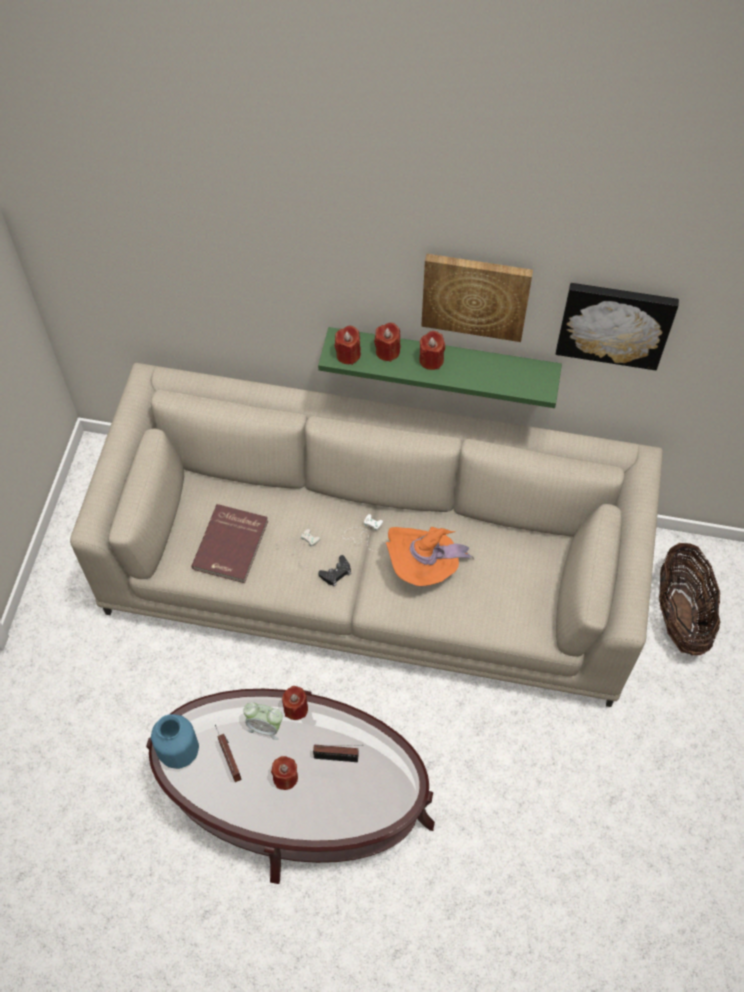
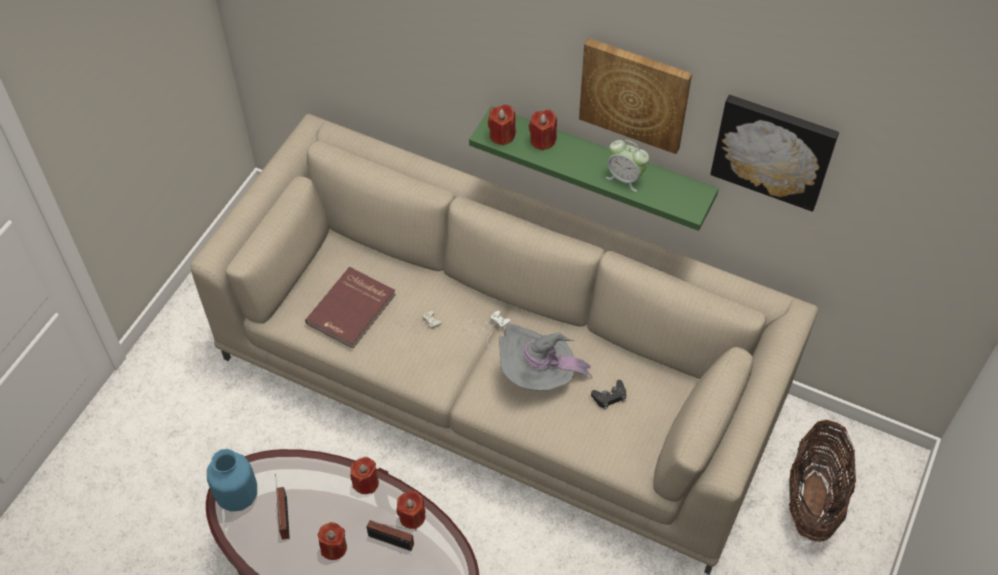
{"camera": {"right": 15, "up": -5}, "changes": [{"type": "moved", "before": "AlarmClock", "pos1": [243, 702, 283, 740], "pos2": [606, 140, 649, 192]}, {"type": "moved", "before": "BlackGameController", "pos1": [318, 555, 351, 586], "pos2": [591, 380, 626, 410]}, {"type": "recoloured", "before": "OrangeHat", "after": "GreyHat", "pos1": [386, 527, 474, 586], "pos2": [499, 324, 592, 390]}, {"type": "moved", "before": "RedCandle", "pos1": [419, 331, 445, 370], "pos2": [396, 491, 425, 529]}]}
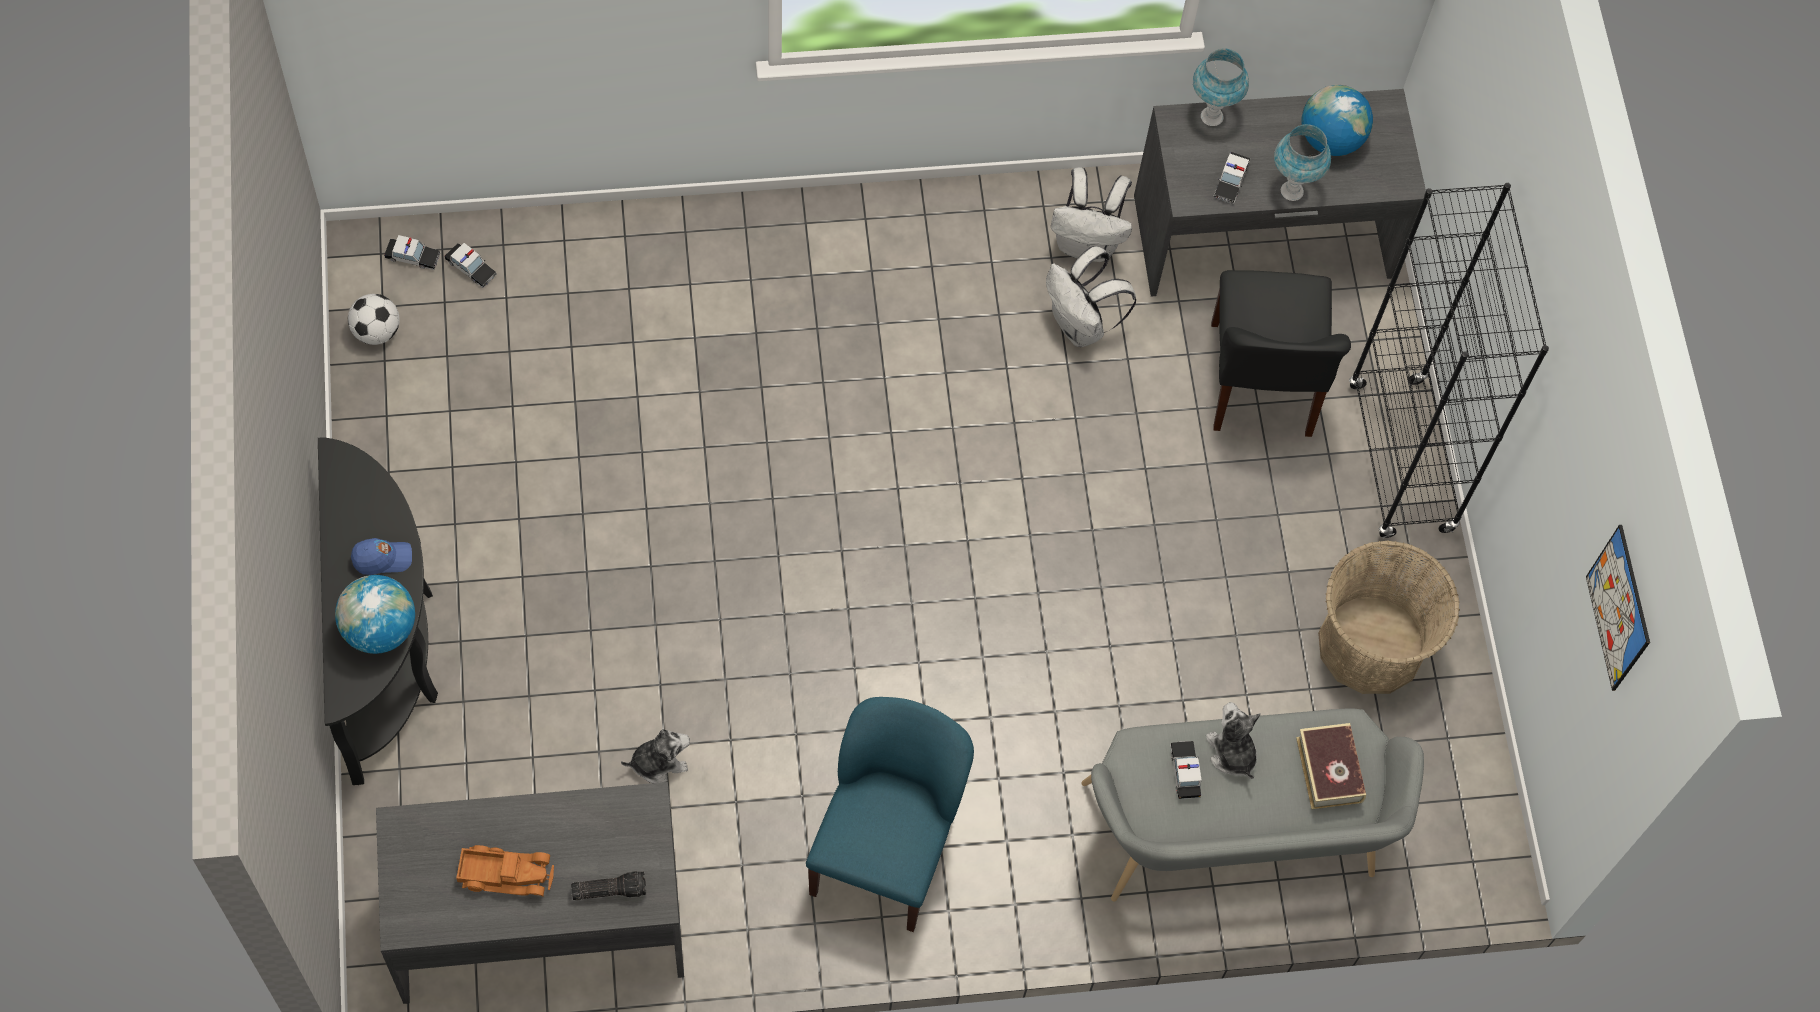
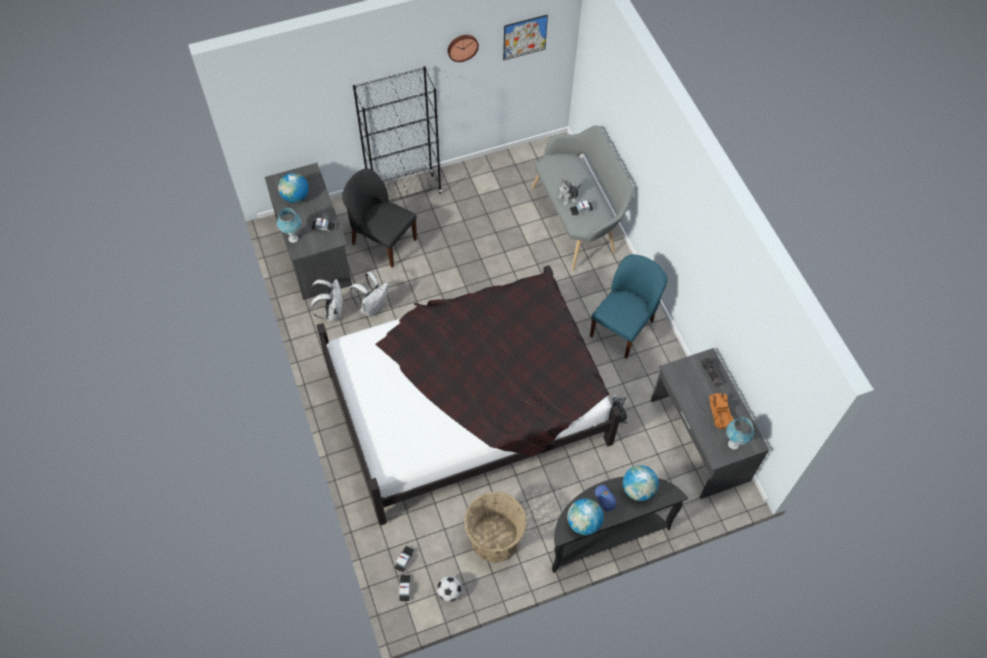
{"camera": {"right": -100, "up": -5}, "changes": [{"type": "turned", "before": "BlueChair", "pos1": [806, 697, 974, 932], "pos2": [590, 254, 667, 359], "turn": 120}, {"type": "turned", "before": "BlackChair", "pos1": [1211, 270, 1351, 437], "pos2": [342, 169, 417, 268], "turn": -135}, {"type": "moved", "before": "BlueTableLamp", "pos1": [1274, 124, 1331, 201], "pos2": [726, 417, 754, 450]}, {"type": "removed", "before": "Book", "pos1": [1296, 723, 1366, 809]}, {"type": "moved", "before": "Basket", "pos1": [1318, 540, 1460, 694], "pos2": [464, 492, 527, 563]}, {"type": "added", "after": "BlackBed", "pos2": [316, 265, 621, 526]}, {"type": "added", "after": "WallClock", "pos2": [448, 35, 479, 62]}, {"type": "added", "after": "Globe", "pos2": [567, 498, 604, 535]}]}
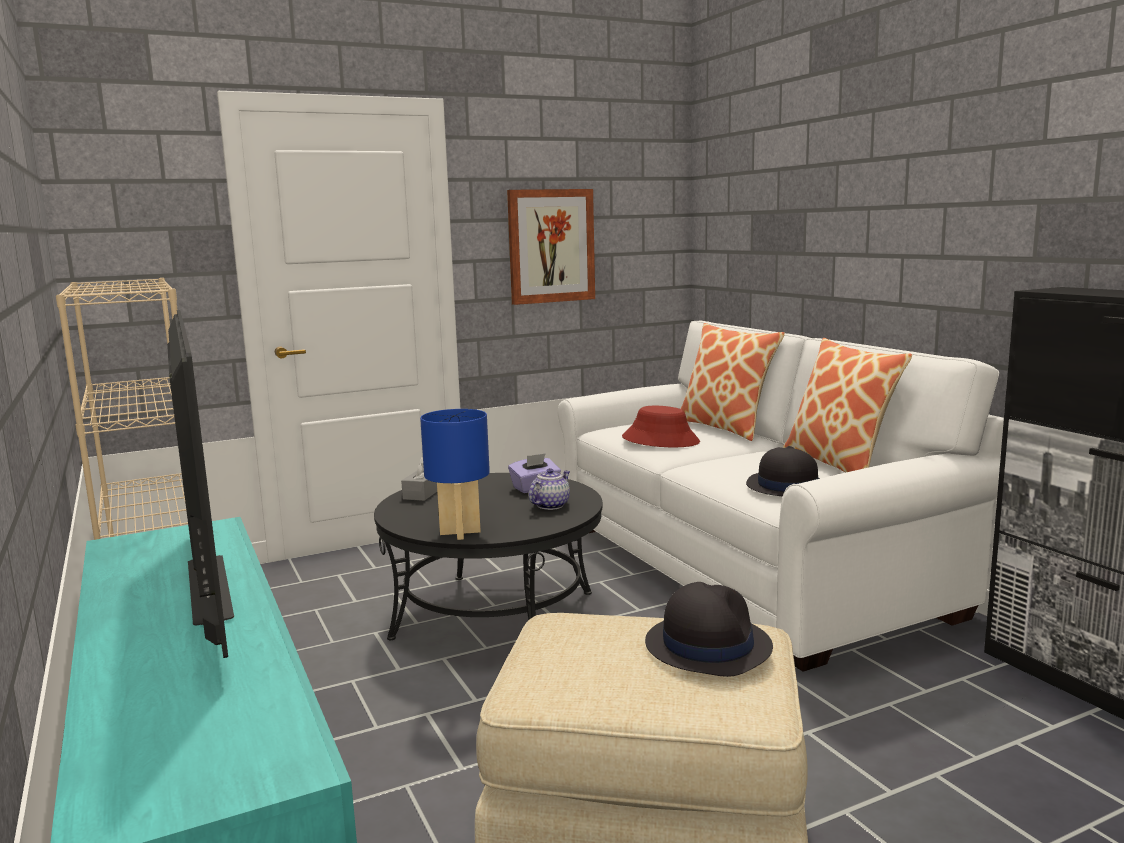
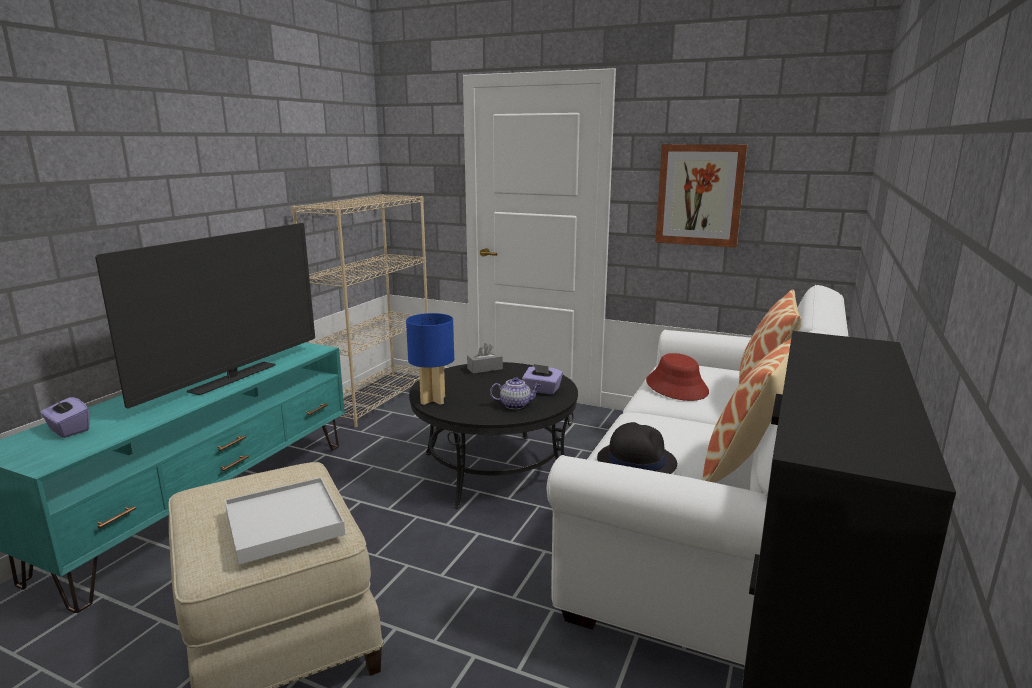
{"camera": {"right": 50, "up": 5}, "changes": [{"type": "replaced", "before": "BlackHat", "after": "WhiteTray", "pos1": [645, 582, 773, 677], "pos2": [225, 477, 345, 565]}, {"type": "added", "after": "PurpleTissueBox", "pos2": [40, 396, 90, 438]}]}
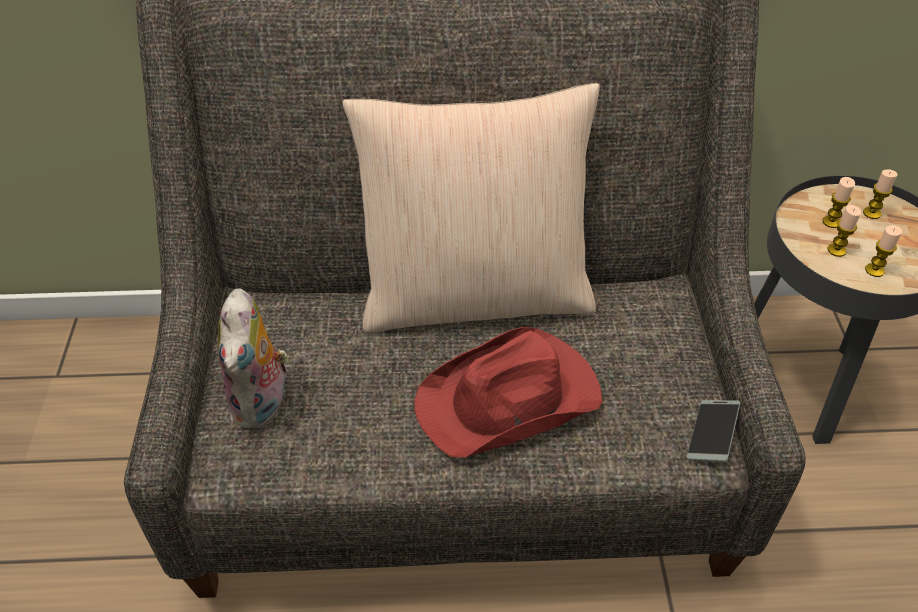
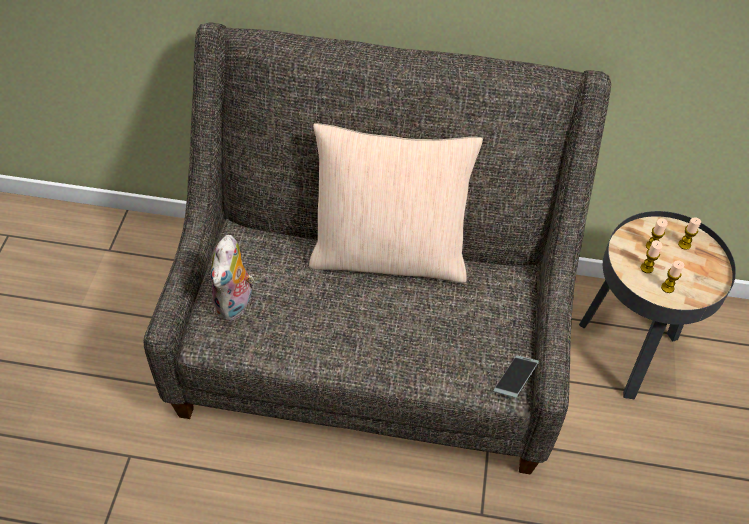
{"camera": {"right": 10, "up": 5}, "changes": [{"type": "removed", "before": "RedHat", "pos1": [414, 327, 603, 458]}]}
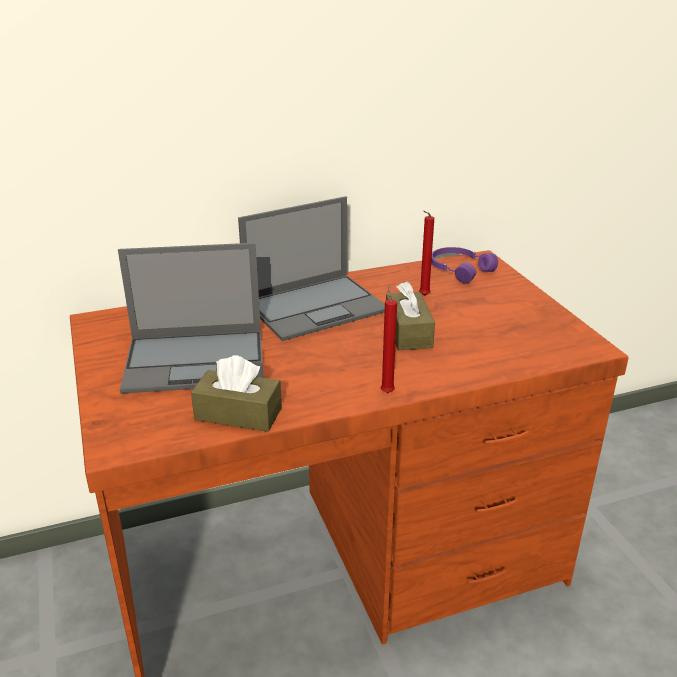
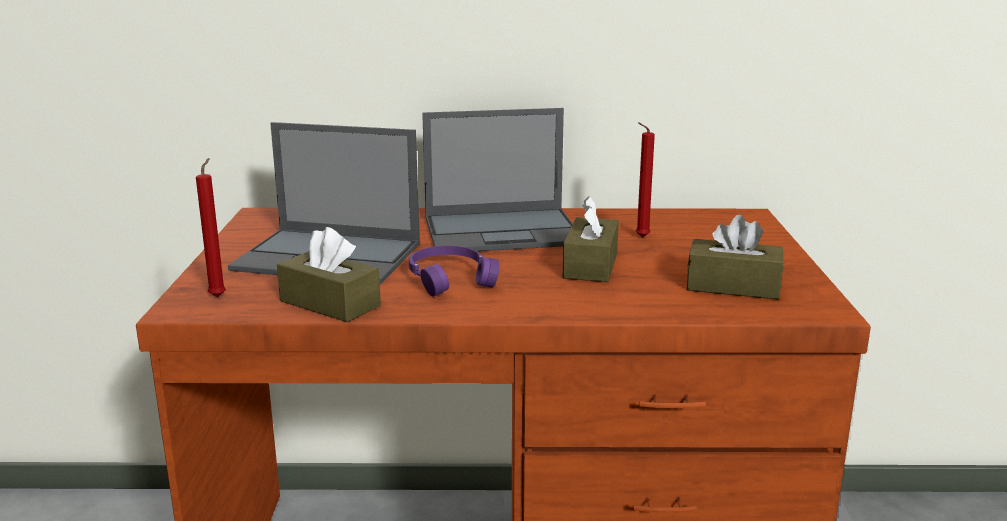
{"camera": {"right": 20, "up": -10}, "changes": [{"type": "moved", "before": "RedCandle", "pos1": [381, 285, 397, 393], "pos2": [196, 158, 226, 297]}, {"type": "moved", "before": "PurpleHeadphones", "pos1": [431, 247, 498, 283], "pos2": [409, 246, 499, 297]}, {"type": "added", "after": "BrownTissueBox", "pos2": [687, 215, 783, 299]}]}
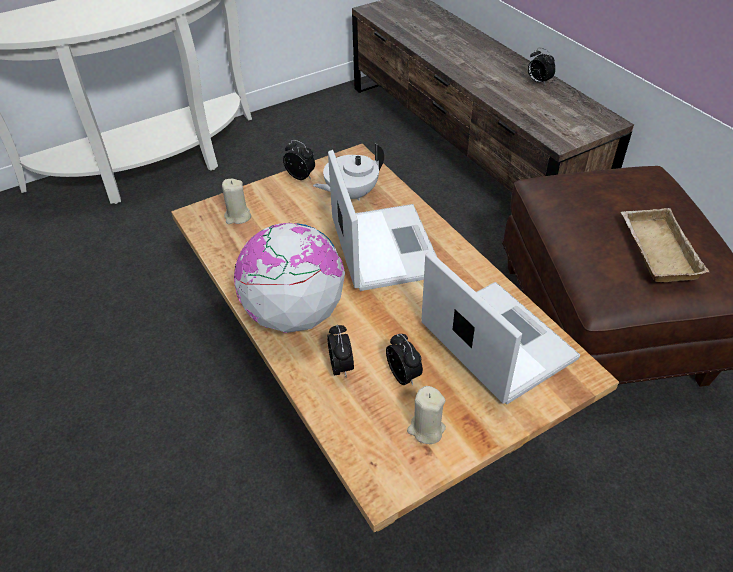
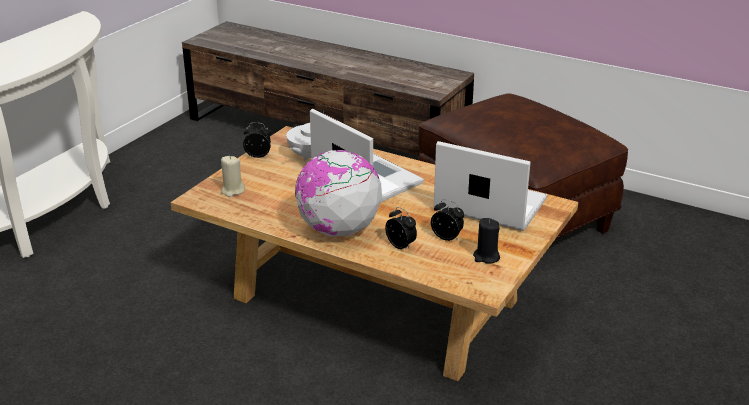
{"camera": {"right": -30, "up": -15}, "changes": [{"type": "recoloured", "before": "BeigeCandle", "after": "BlackCandle", "pos1": [407, 386, 446, 444], "pos2": [473, 218, 500, 264]}, {"type": "removed", "before": "AlarmClock", "pos1": [528, 48, 556, 86]}, {"type": "removed", "before": "BeigeTray", "pos1": [621, 208, 709, 282]}]}
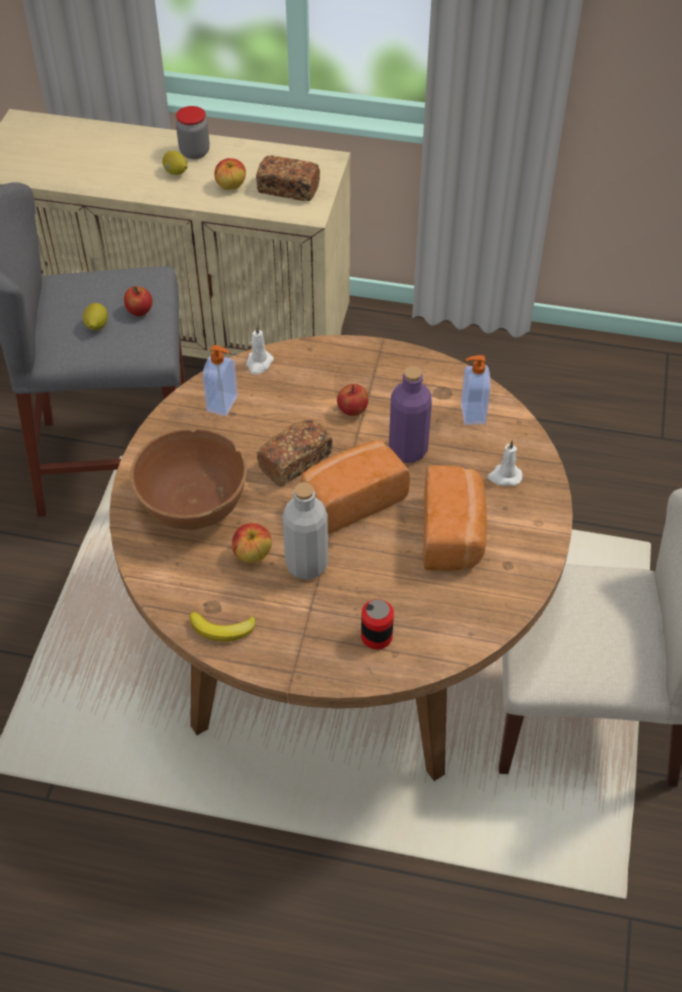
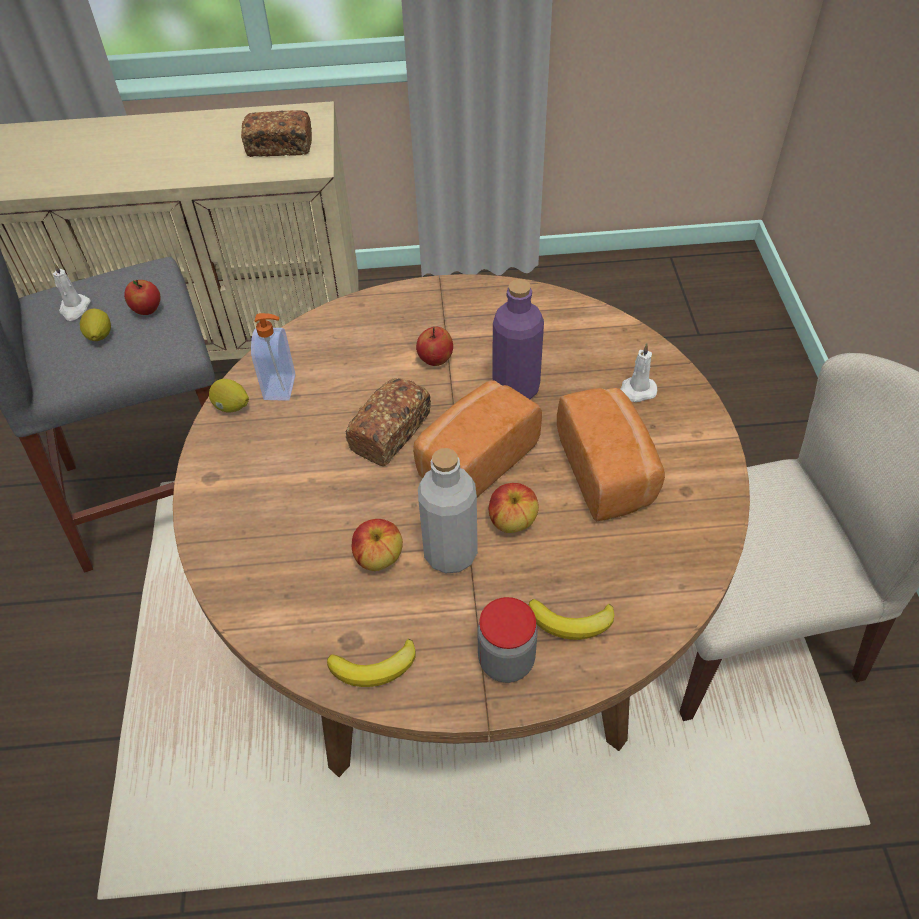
{"camera": {"right": -15, "up": 0}, "changes": [{"type": "removed", "before": "BrownBowl", "pos1": [130, 428, 247, 530]}, {"type": "moved", "before": "Lemon", "pos1": [162, 151, 187, 175], "pos2": [209, 379, 249, 413]}, {"type": "moved", "before": "Jar", "pos1": [176, 106, 210, 159], "pos2": [477, 597, 538, 683]}, {"type": "moved", "before": "Apple", "pos1": [214, 158, 246, 190], "pos2": [489, 483, 539, 533]}, {"type": "moved", "before": "WhiteCandle", "pos1": [246, 326, 274, 375], "pos2": [53, 263, 91, 321]}, {"type": "replaced", "before": "Can", "after": "Banana", "pos1": [361, 599, 394, 649], "pos2": [528, 599, 614, 640]}, {"type": "removed", "before": "SoapDispenser", "pos1": [461, 355, 491, 425]}]}
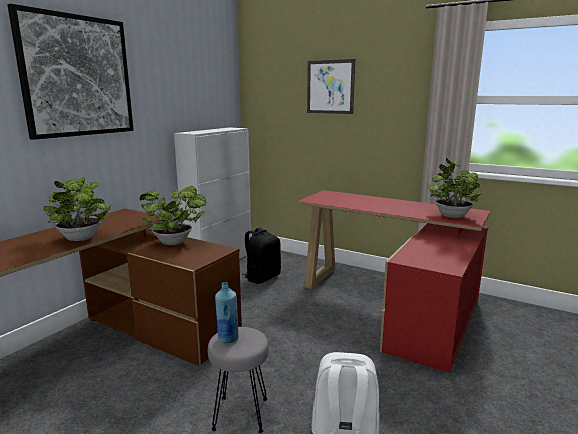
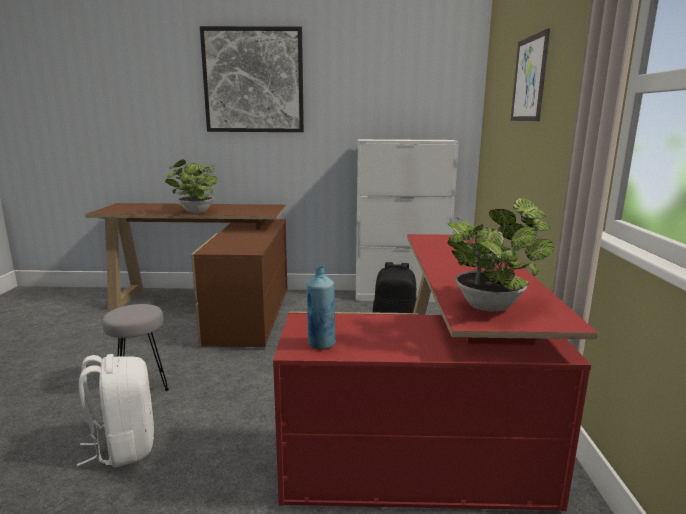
{"camera": {"right": 60, "up": 0}, "changes": [{"type": "removed", "before": "PottedPlant", "pos1": [140, 186, 206, 245]}, {"type": "moved", "before": "BlueBottle", "pos1": [215, 282, 239, 343], "pos2": [306, 266, 336, 349]}]}
